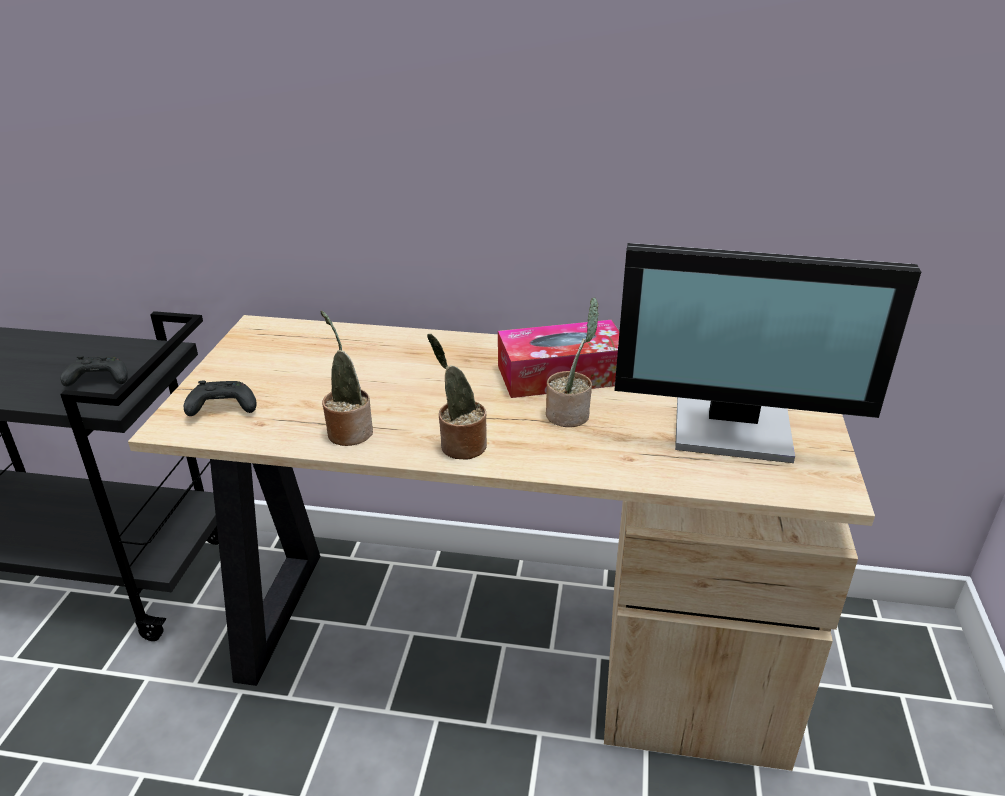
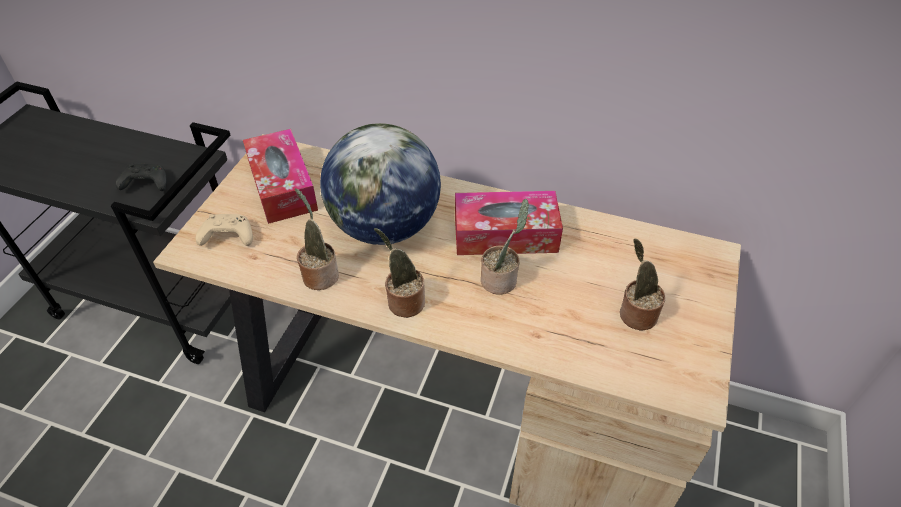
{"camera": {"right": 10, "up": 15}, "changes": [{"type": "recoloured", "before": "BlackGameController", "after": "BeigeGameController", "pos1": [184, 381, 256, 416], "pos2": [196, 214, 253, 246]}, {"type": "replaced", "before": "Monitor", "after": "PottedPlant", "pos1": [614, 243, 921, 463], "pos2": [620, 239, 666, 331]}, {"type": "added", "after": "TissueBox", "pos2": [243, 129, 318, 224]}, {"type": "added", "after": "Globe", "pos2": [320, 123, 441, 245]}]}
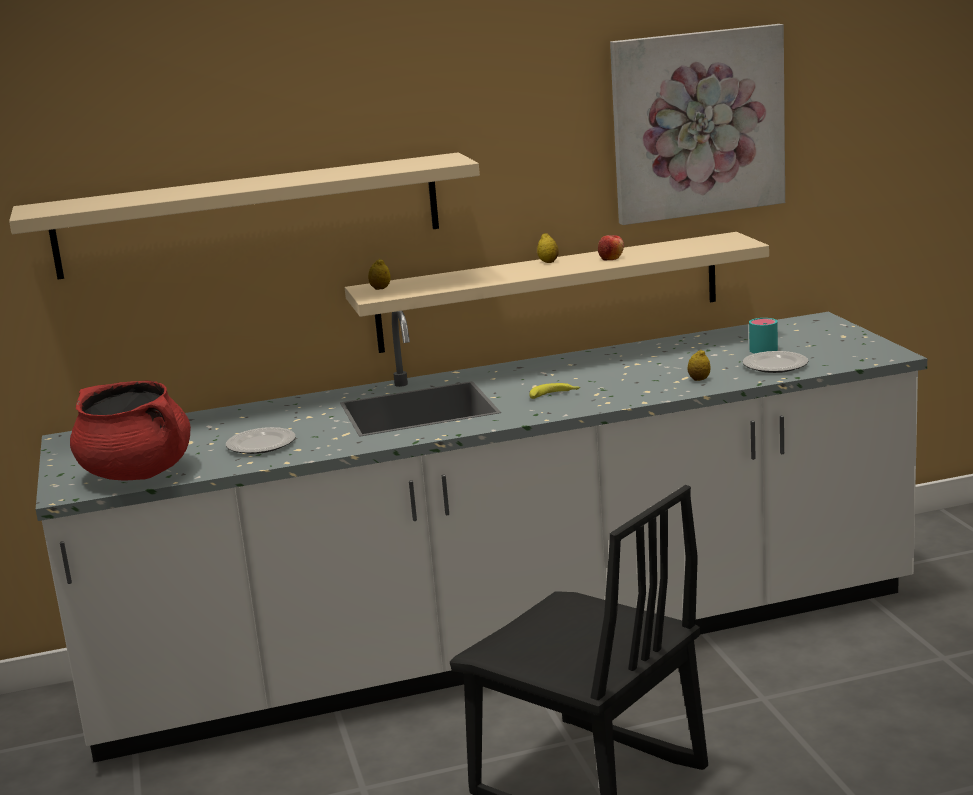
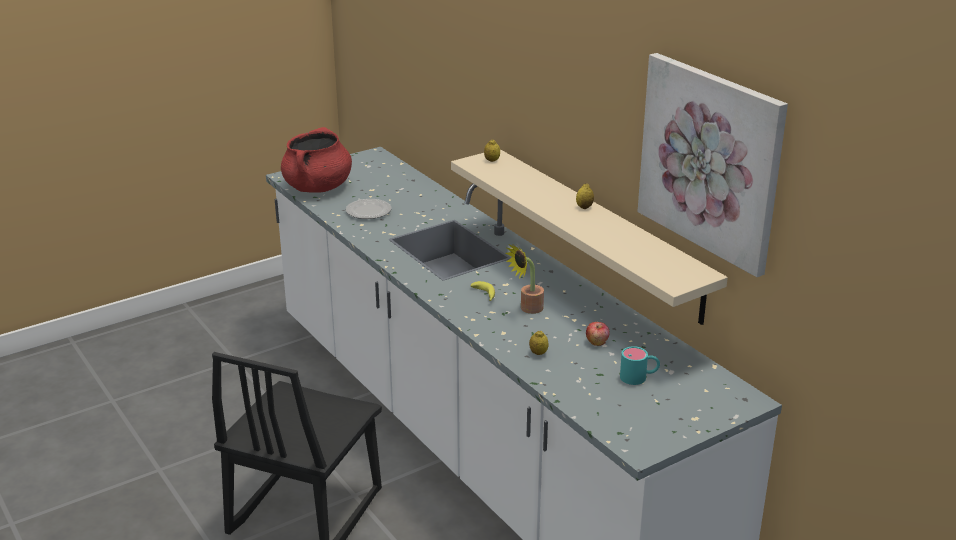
{"camera": {"right": 70, "up": 10}, "changes": [{"type": "removed", "before": "BeigeShelf", "pos1": [9, 153, 480, 279]}, {"type": "moved", "before": "Apple", "pos1": [598, 235, 624, 260], "pos2": [586, 322, 610, 346]}, {"type": "removed", "before": "Plate", "pos1": [743, 351, 808, 373]}, {"type": "added", "after": "PottedPlant", "pos2": [505, 244, 544, 314]}]}
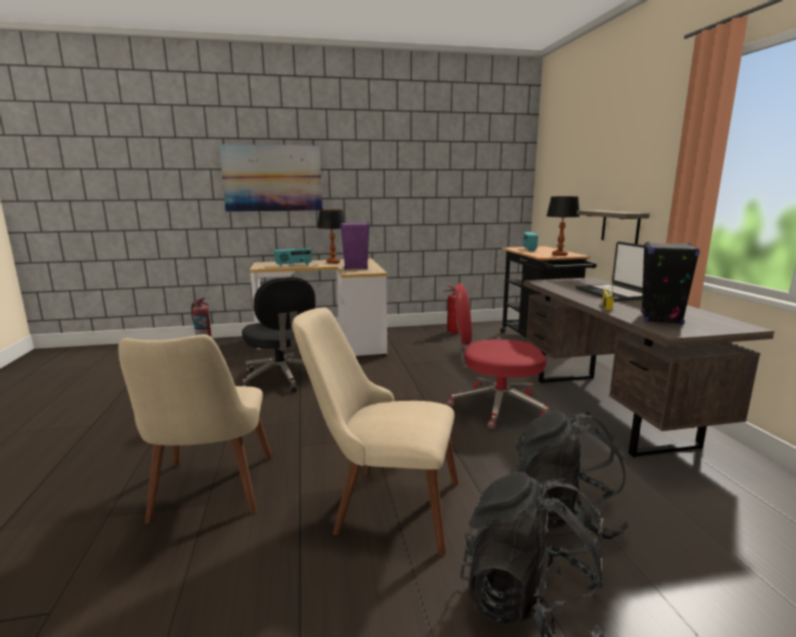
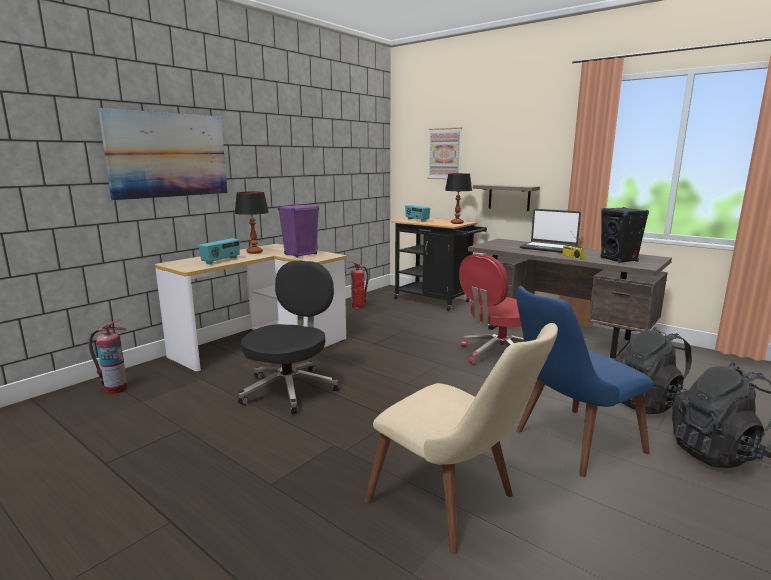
{"camera": {"right": -40, "up": 0}, "changes": [{"type": "turned", "before": "BlackOfficeChair", "pos1": [242, 277, 316, 392], "pos2": [238, 260, 339, 414], "turn": -90}, {"type": "recoloured", "before": "BeigeChair", "after": "BlueChair", "pos1": [292, 307, 458, 555], "pos2": [516, 286, 654, 477]}, {"type": "added", "after": "Picture", "pos2": [428, 128, 462, 179]}]}
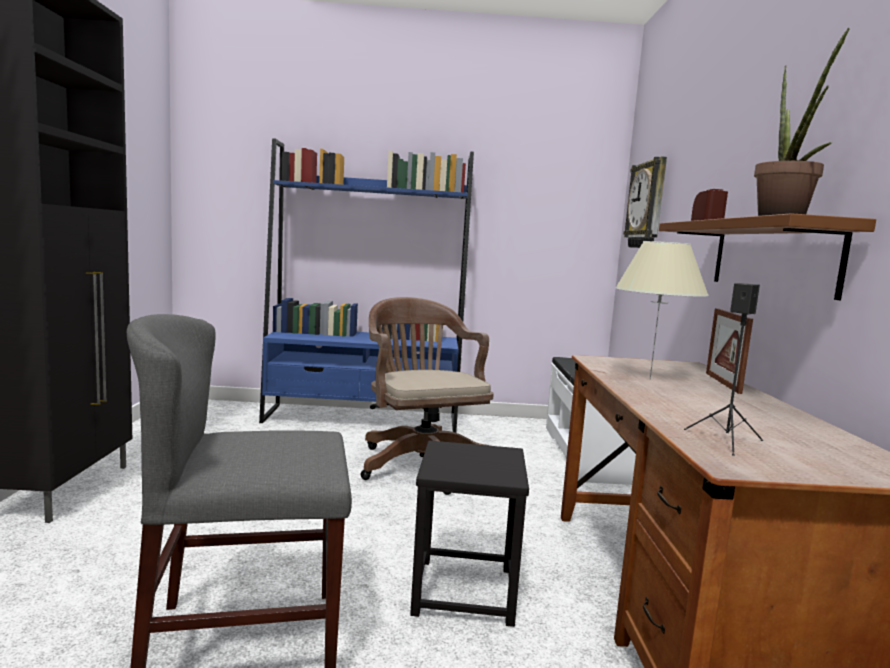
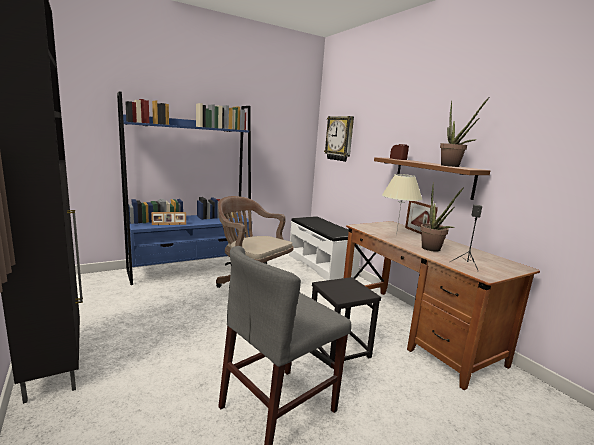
{"camera": {"right": -30, "up": 5}, "changes": [{"type": "added", "after": "PictureFrame", "pos2": [151, 212, 186, 225]}, {"type": "added", "after": "PottedPlant", "pos2": [420, 182, 464, 252]}]}
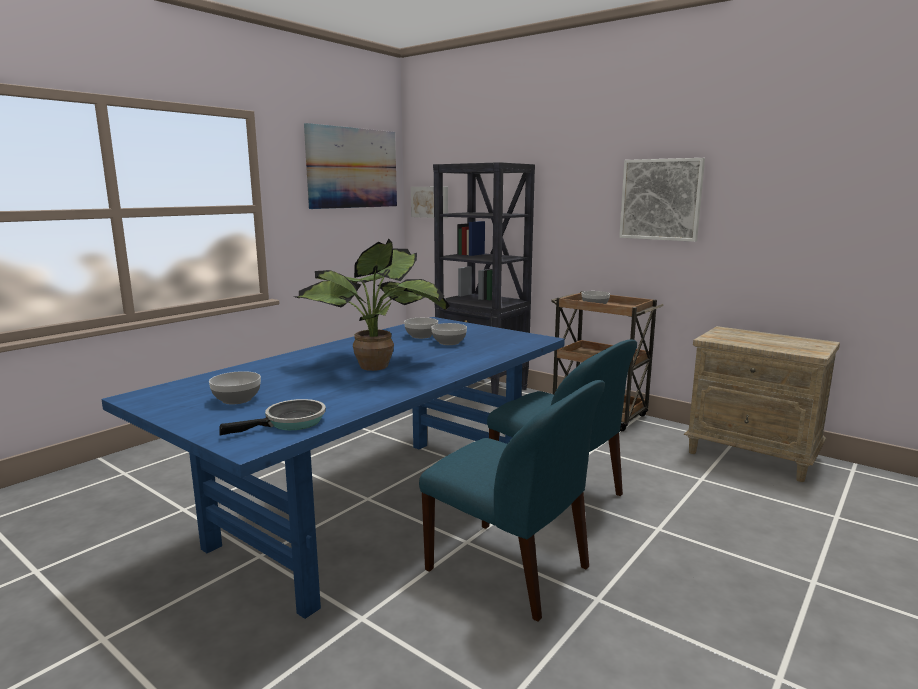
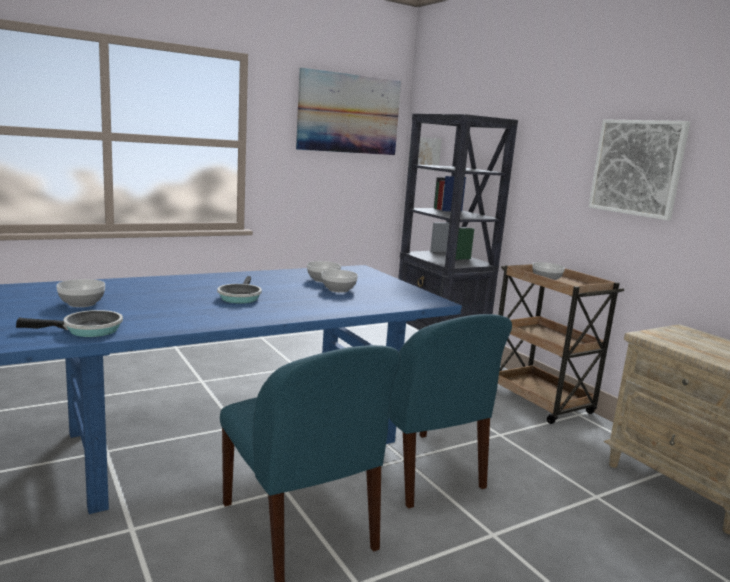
{"camera": {"right": 20, "up": 0}, "changes": [{"type": "replaced", "before": "PottedPlant", "after": "FryingPan", "pos1": [294, 238, 450, 371], "pos2": [217, 276, 262, 303]}]}
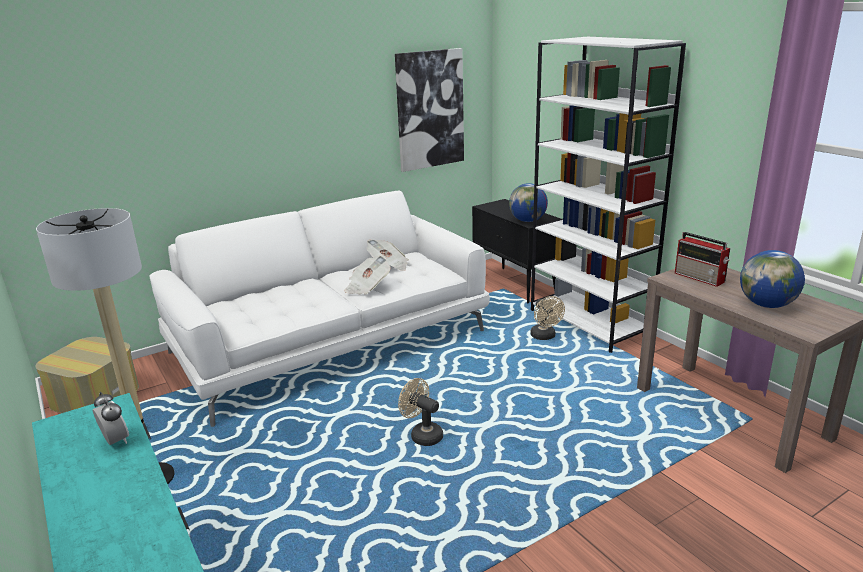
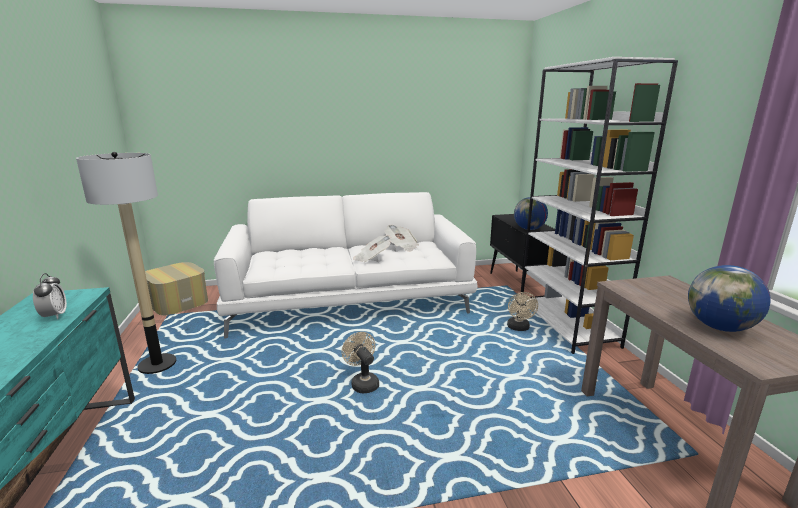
{"camera": {"right": 20, "up": -5}, "changes": [{"type": "removed", "before": "Picture", "pos1": [395, 48, 464, 172]}, {"type": "removed", "before": "Radio", "pos1": [675, 232, 730, 287]}]}
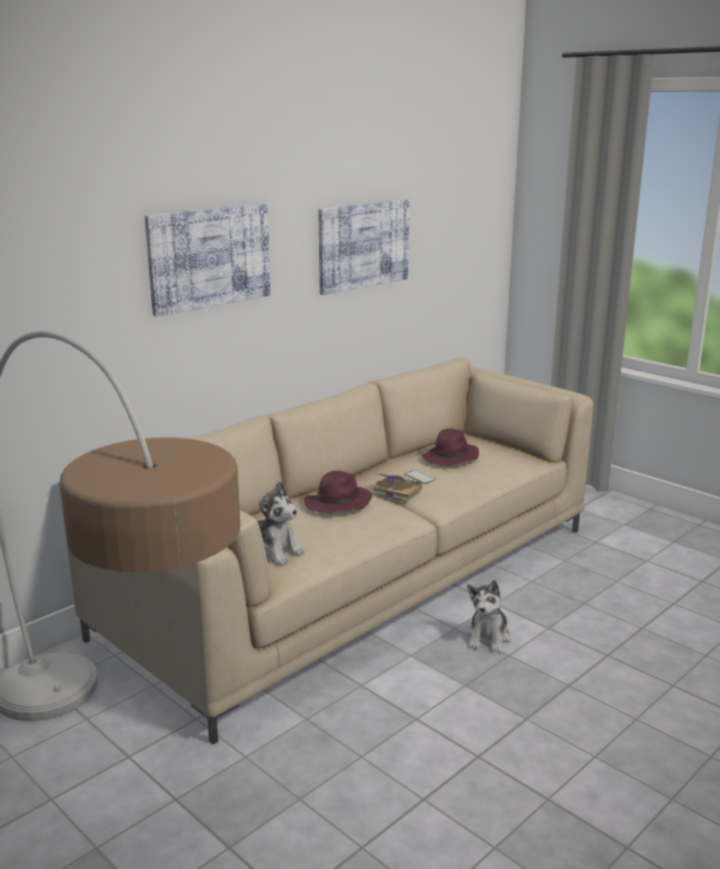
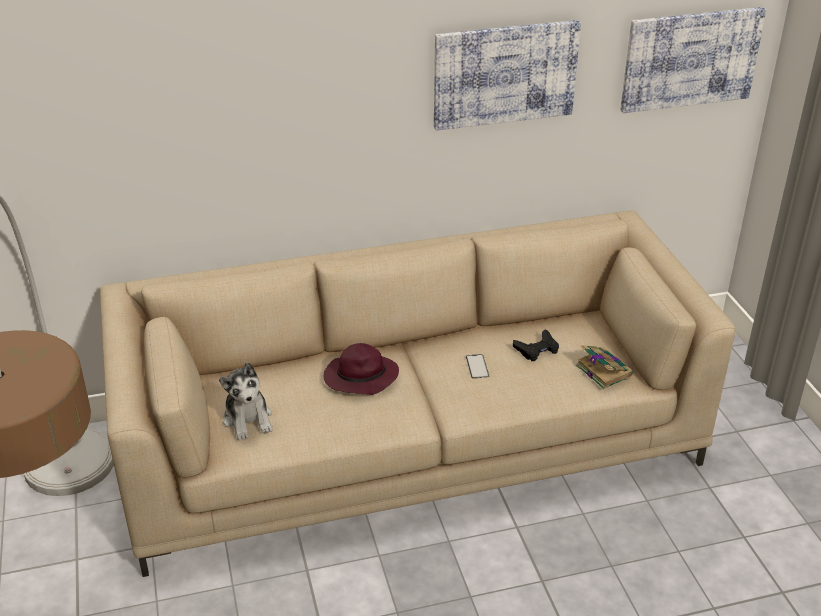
{"camera": {"right": 30, "up": 15}, "changes": [{"type": "moved", "before": "Picture", "pos1": [145, 204, 271, 317], "pos2": [620, 7, 766, 113]}, {"type": "moved", "before": "Book", "pos1": [372, 472, 422, 502], "pos2": [576, 345, 633, 389]}, {"type": "replaced", "before": "PurpleHat", "after": "BlackGameController", "pos1": [422, 428, 479, 465], "pos2": [513, 329, 559, 361]}, {"type": "removed", "before": "PlushToy", "pos1": [466, 580, 511, 653]}]}
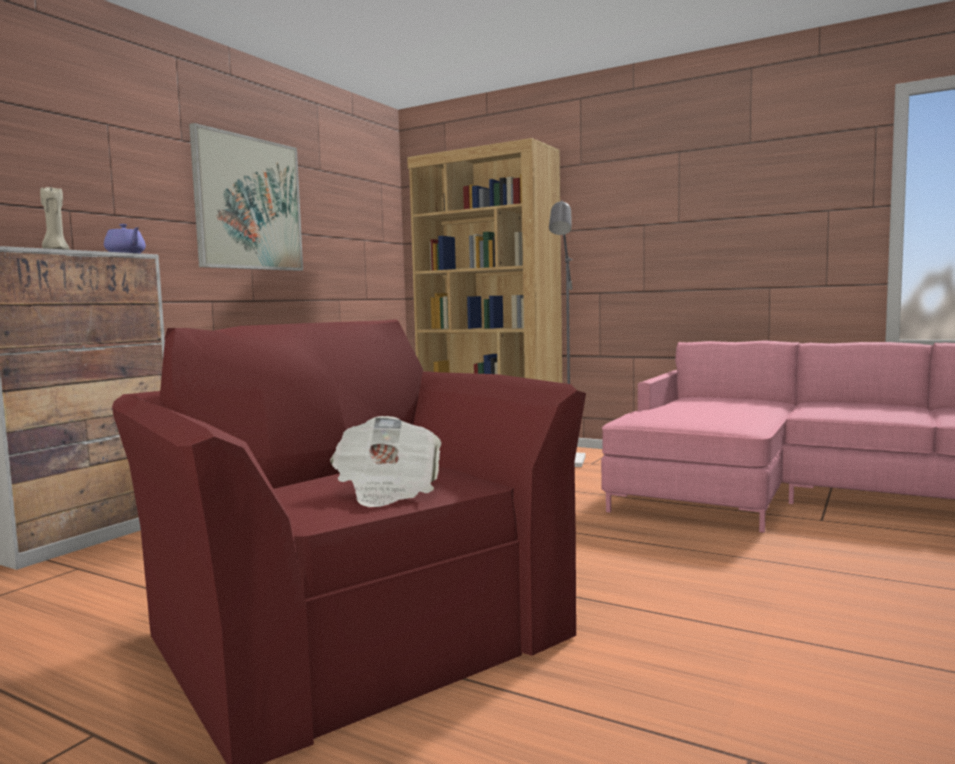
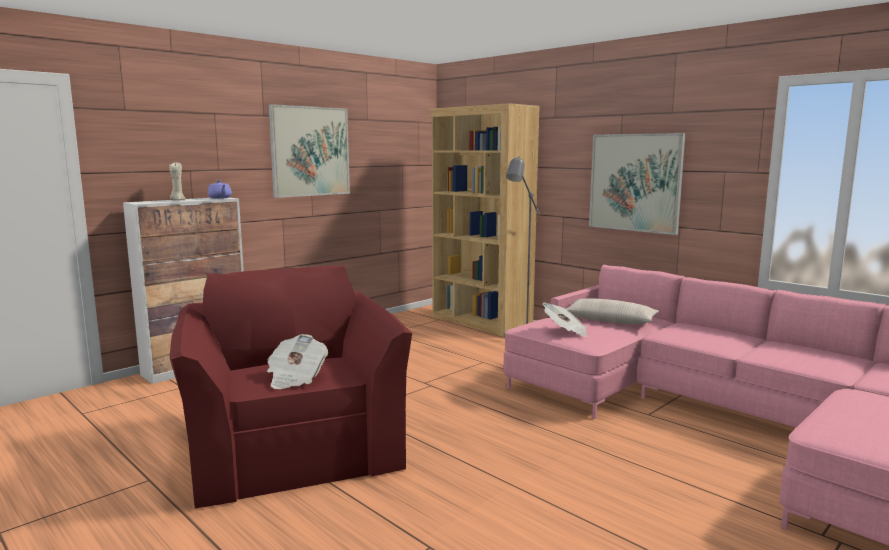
{"camera": {"right": 15, "up": 5}, "changes": [{"type": "added", "after": "Newspaper", "pos2": [543, 303, 587, 337]}, {"type": "added", "after": "BeigePillow", "pos2": [566, 298, 660, 324]}, {"type": "added", "after": "Picture", "pos2": [589, 133, 685, 235]}]}
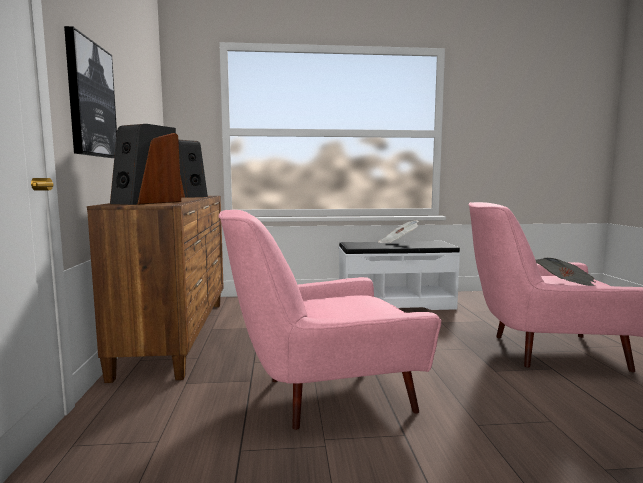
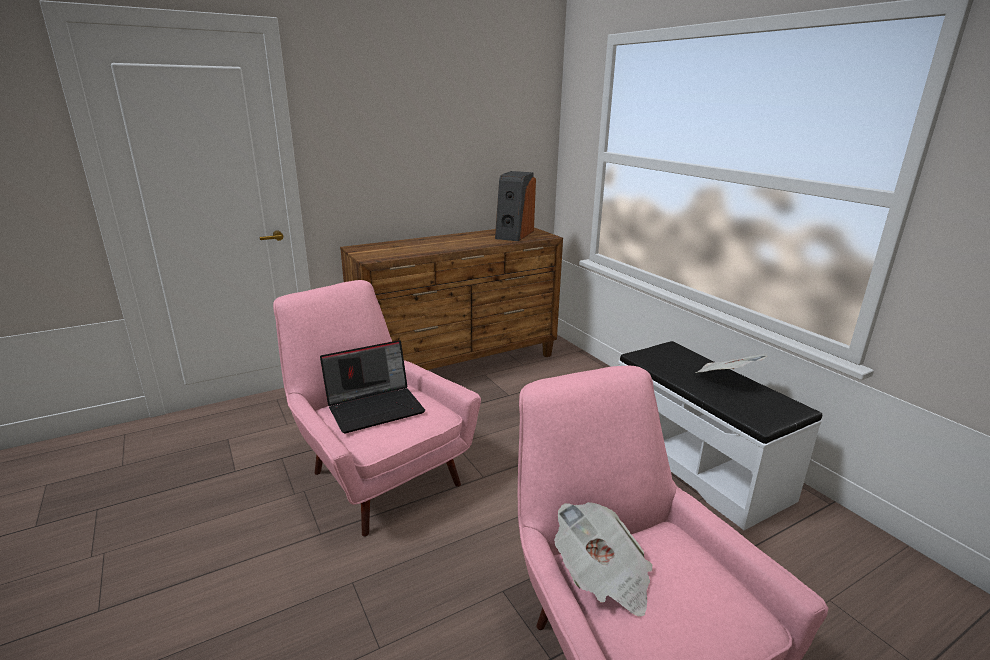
{"camera": {"right": 65, "up": 15}, "changes": [{"type": "removed", "before": "Picture", "pos1": [64, 26, 117, 158]}, {"type": "removed", "before": "Speaker", "pos1": [110, 124, 181, 205]}, {"type": "added", "after": "Laptop", "pos2": [320, 340, 425, 433]}]}
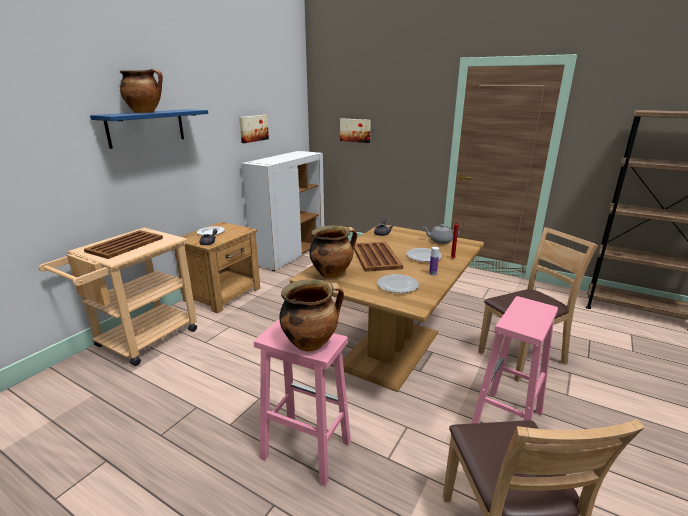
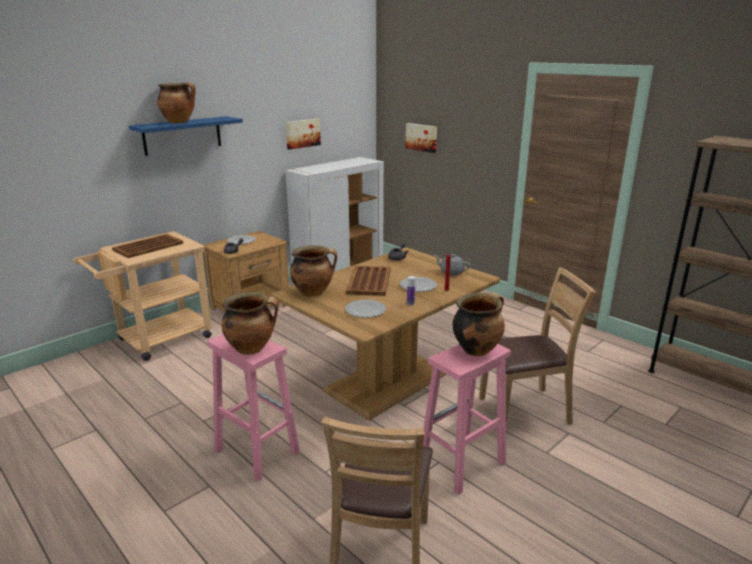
{"camera": {"right": 15, "up": 0}, "changes": [{"type": "added", "after": "CookingPot", "pos2": [453, 292, 505, 356]}]}
